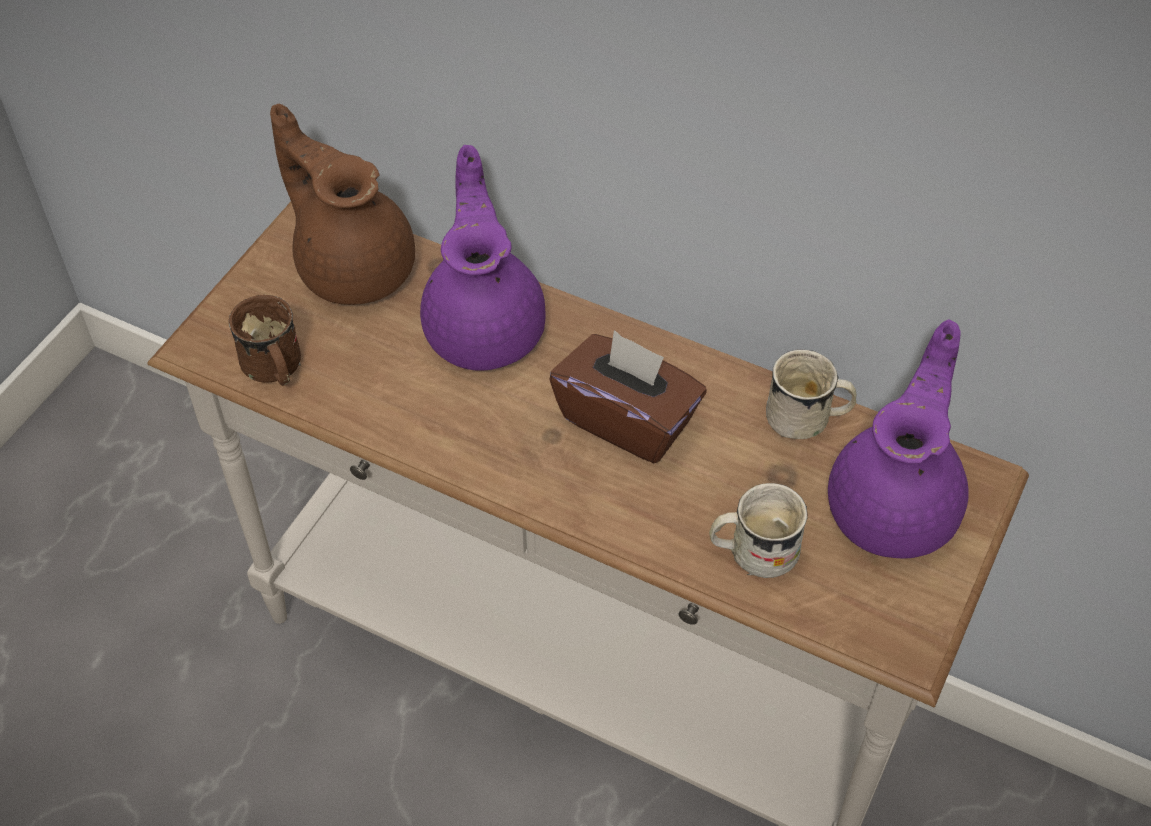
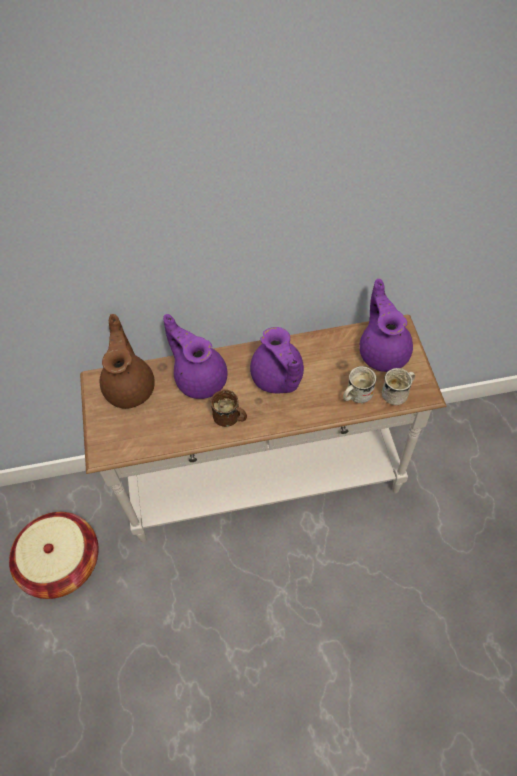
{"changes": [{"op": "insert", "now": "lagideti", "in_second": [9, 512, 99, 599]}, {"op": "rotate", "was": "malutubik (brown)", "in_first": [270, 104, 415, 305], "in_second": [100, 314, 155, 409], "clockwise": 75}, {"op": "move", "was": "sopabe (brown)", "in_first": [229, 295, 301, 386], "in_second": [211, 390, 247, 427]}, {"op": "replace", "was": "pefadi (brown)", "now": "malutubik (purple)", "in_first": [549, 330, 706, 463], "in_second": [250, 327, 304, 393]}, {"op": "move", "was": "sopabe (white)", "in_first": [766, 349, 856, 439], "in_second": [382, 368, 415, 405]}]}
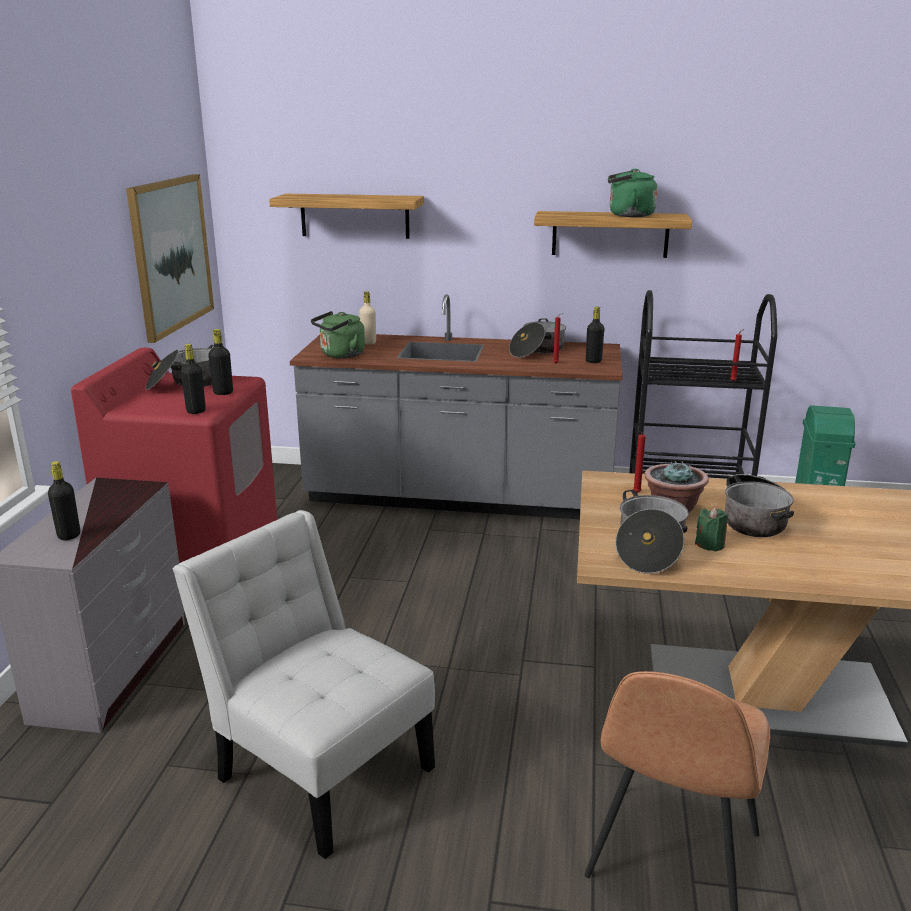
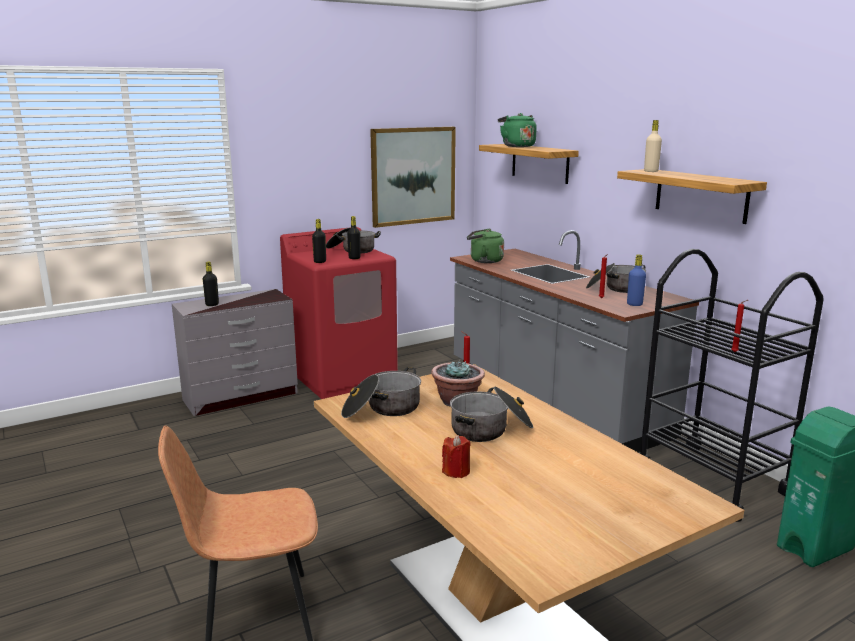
{"changes": [{"op": "insert", "now": "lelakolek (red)", "in_second": [442, 435, 470, 478]}, {"op": "move", "was": "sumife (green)", "in_first": [608, 169, 658, 217], "in_second": [498, 113, 537, 147]}, {"op": "recolor", "was": "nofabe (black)", "now": "nofabe (blue)", "in_first": [586, 307, 604, 363], "in_second": [627, 254, 646, 306]}, {"op": "move", "was": "nofabe (beige)", "in_first": [359, 291, 376, 344], "in_second": [644, 120, 662, 172]}, {"op": "delete", "was": "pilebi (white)", "in_first": [173, 510, 435, 859]}, {"op": "delete", "was": "lelakolek (green)", "in_first": [695, 507, 728, 552]}]}
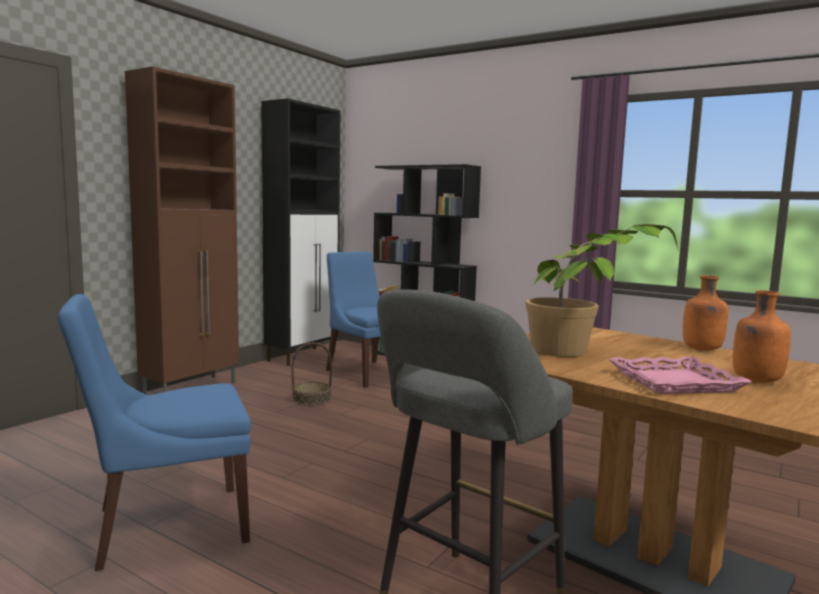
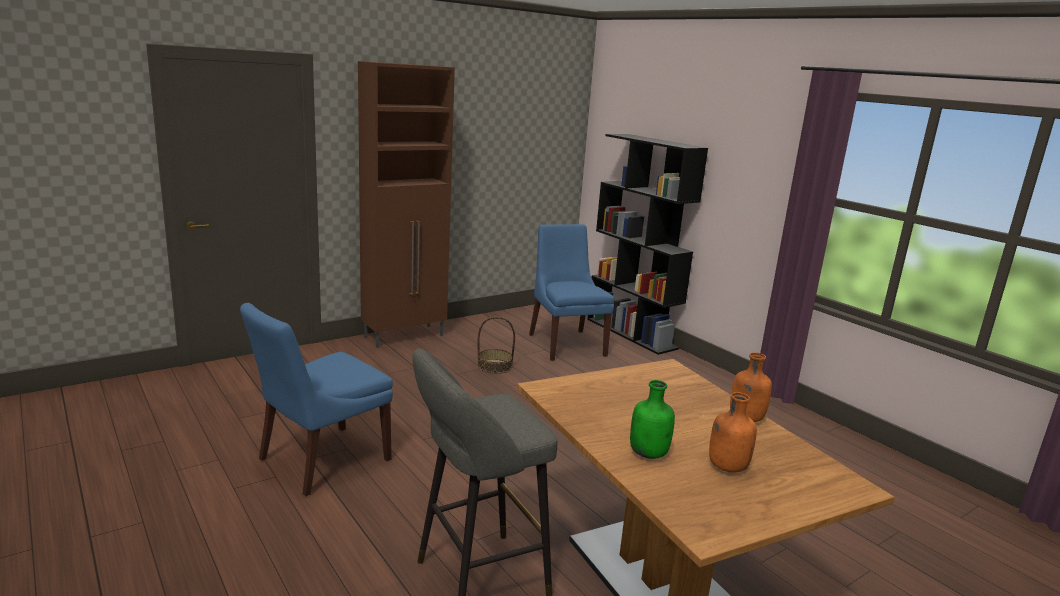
{"changes": [{"op": "rotate", "was": "pilebi (blue)", "in_first": [58, 294, 251, 571], "in_second": [240, 303, 393, 496], "clockwise": -45}, {"op": "replace", "was": "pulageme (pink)", "now": "nofabe (green)", "in_first": [609, 357, 752, 394], "in_second": [630, 380, 675, 459]}, {"op": "delete", "was": "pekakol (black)", "in_first": [261, 98, 340, 366]}, {"op": "delete", "was": "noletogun", "in_first": [526, 224, 679, 357]}]}
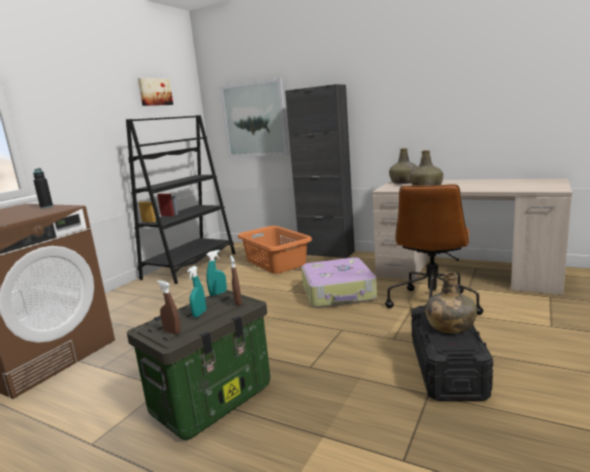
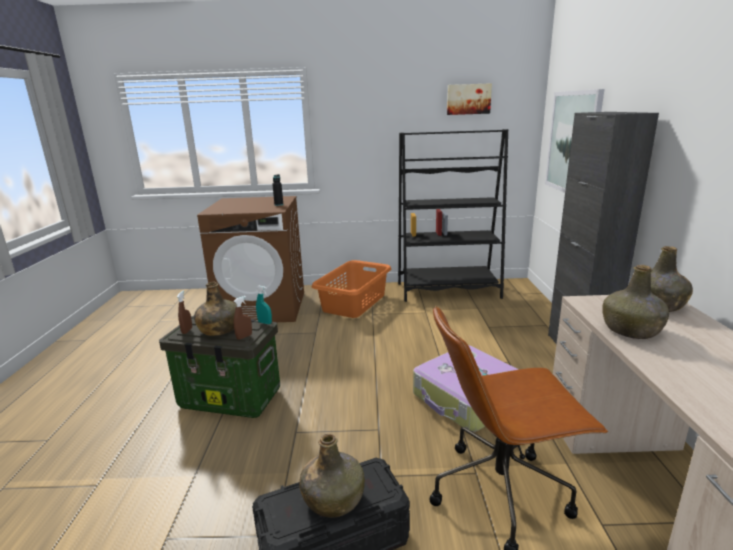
{"changes": [{"op": "replace", "was": "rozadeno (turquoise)", "now": "nofabe (green)", "in_first": [187, 266, 206, 317], "in_second": [194, 282, 237, 336]}, {"op": "move", "was": "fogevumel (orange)", "in_first": [237, 226, 312, 274], "in_second": [312, 260, 391, 318]}]}
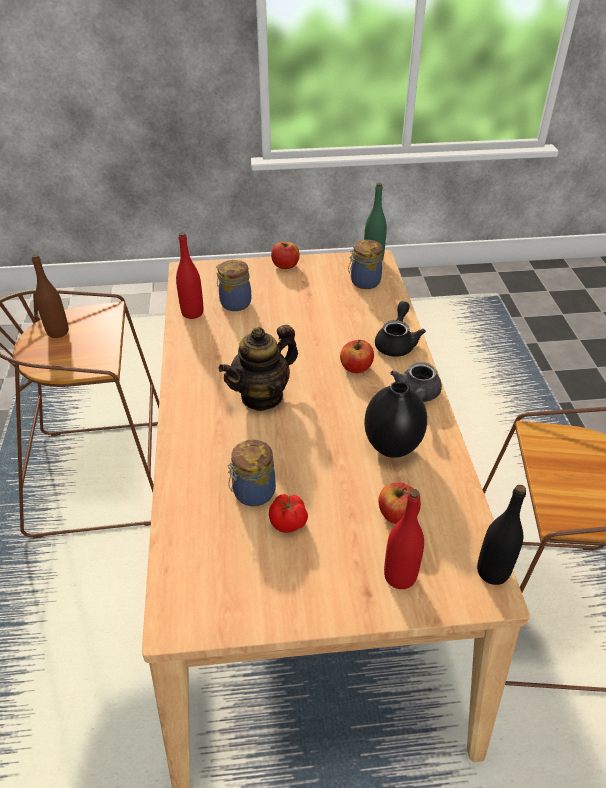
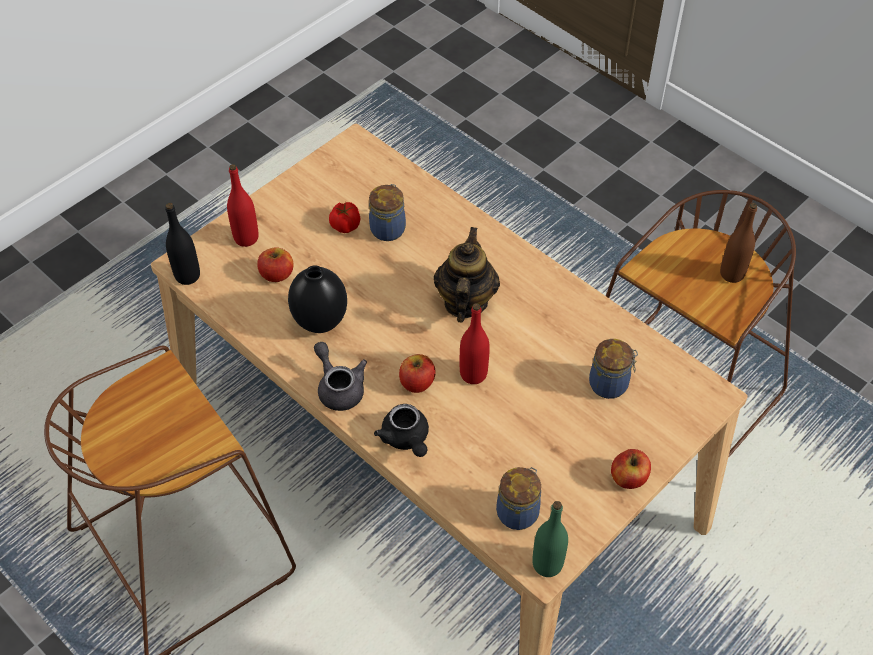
{"changes": [{"op": "move", "was": "nofabe (red)", "in_first": [176, 232, 203, 319], "in_second": [460, 303, 490, 384]}]}
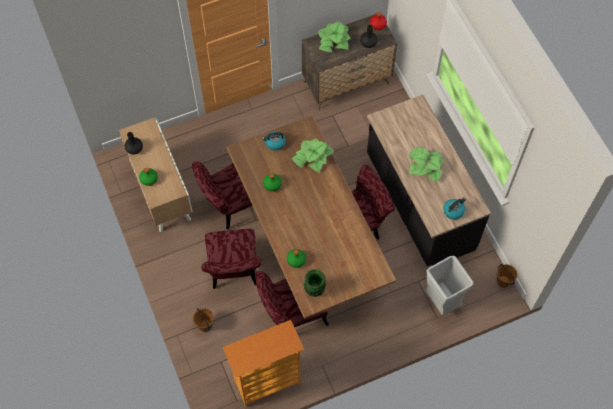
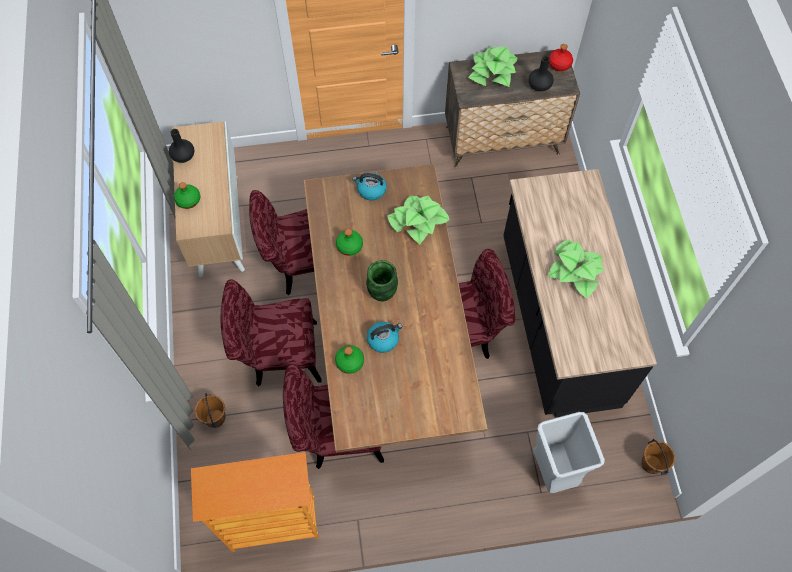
{"changes": [{"op": "rotate", "was": "pilebi (red)", "in_first": [201, 229, 262, 289], "in_second": [221, 279, 322, 386], "clockwise": 75}, {"op": "move", "was": "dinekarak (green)", "in_first": [304, 269, 326, 297], "in_second": [366, 260, 398, 302]}, {"op": "move", "was": "sumife", "in_first": [443, 197, 466, 219], "in_second": [367, 322, 402, 353]}]}
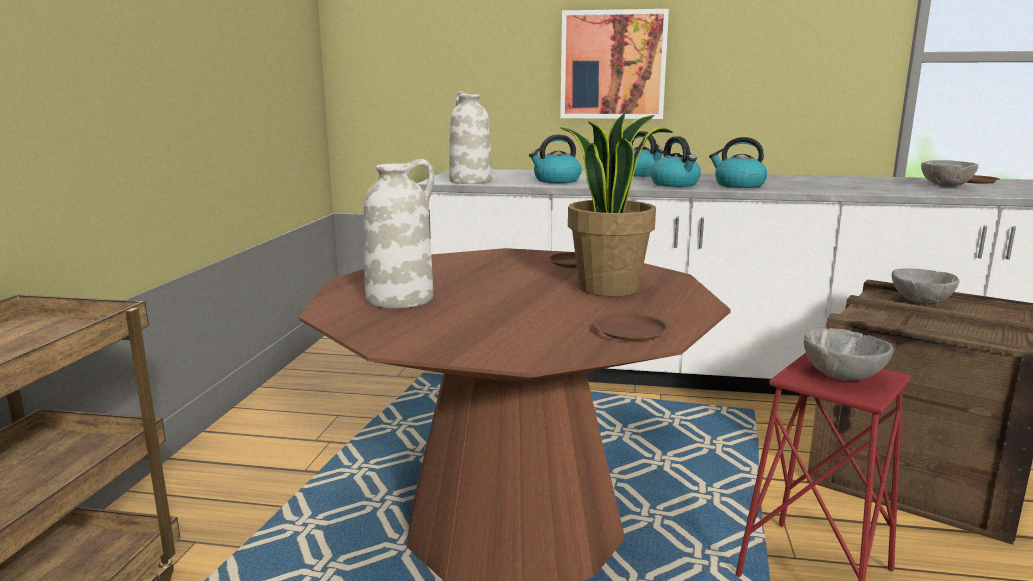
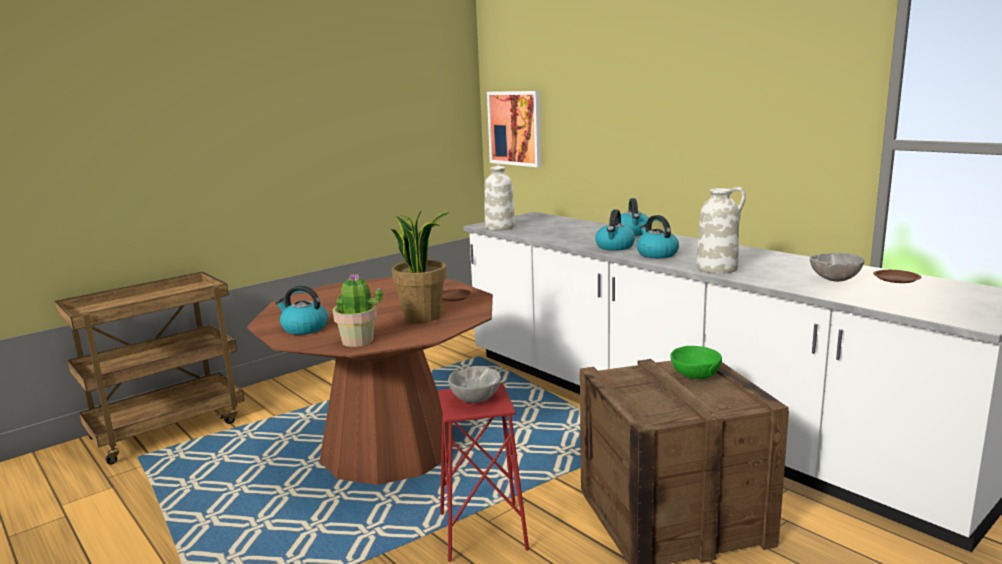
{"changes": [{"op": "move", "was": "sumife", "in_first": [529, 134, 582, 183], "in_second": [275, 286, 328, 335]}, {"op": "replace", "was": "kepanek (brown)", "now": "noletogun", "in_first": [594, 314, 670, 341], "in_second": [333, 274, 383, 347]}, {"op": "move", "was": "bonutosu", "in_first": [560, 9, 669, 119], "in_second": [487, 91, 541, 167]}, {"op": "recolor", "was": "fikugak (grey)", "now": "fikugak (green)", "in_first": [892, 268, 960, 304], "in_second": [670, 346, 722, 379]}, {"op": "move", "was": "dinekarak (white)", "in_first": [364, 159, 435, 308], "in_second": [696, 187, 746, 274]}]}
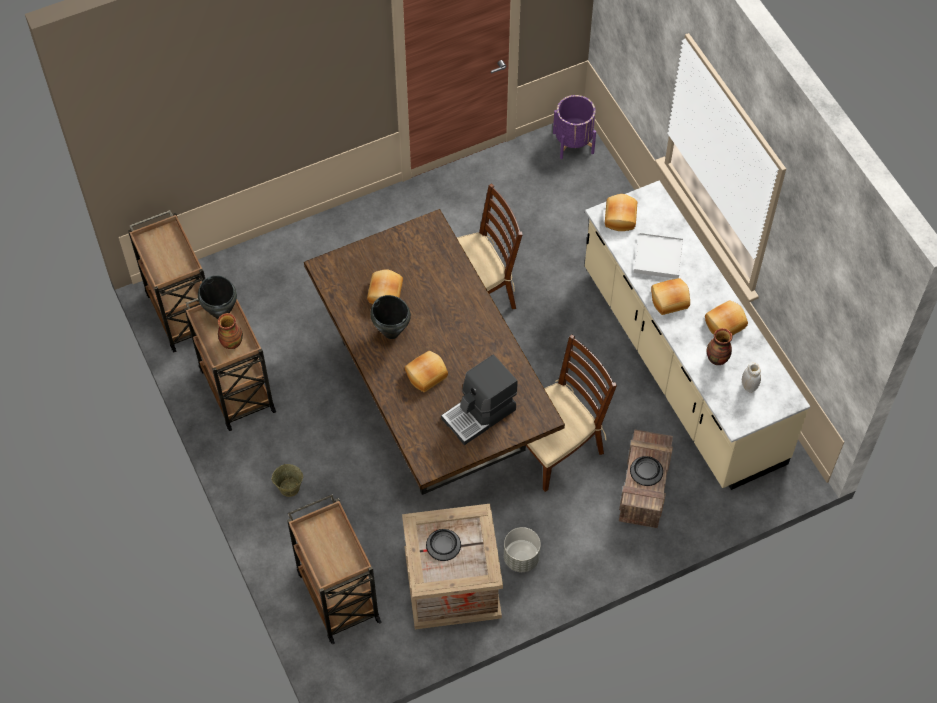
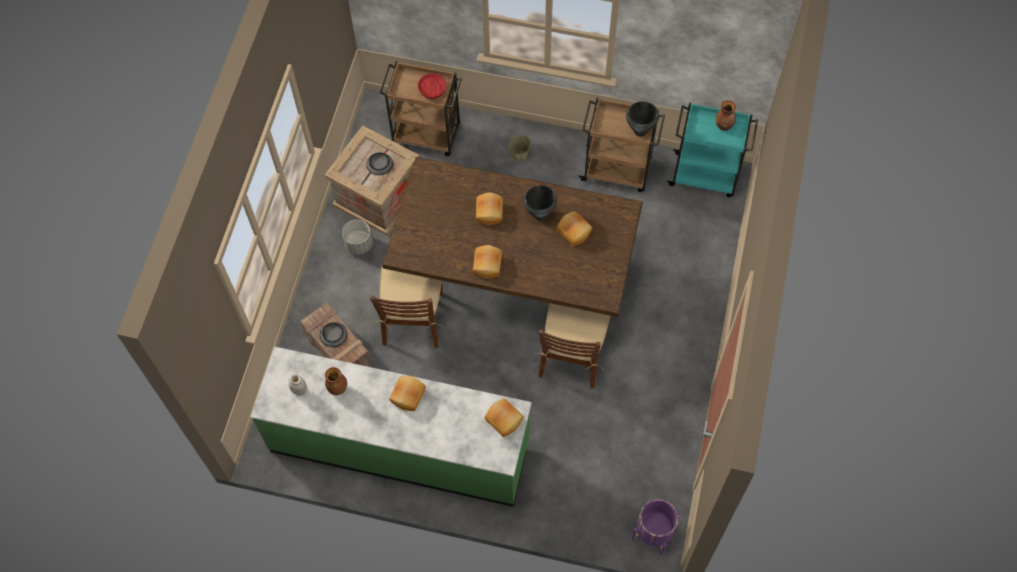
{"changes": [{"op": "recolor", "was": "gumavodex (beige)", "now": "gumavodex (green)", "in_first": [585, 181, 810, 490], "in_second": [251, 347, 532, 507]}, {"op": "insert", "now": "fikugak (red)", "in_second": [418, 73, 446, 99]}, {"op": "move", "was": "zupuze", "in_first": [705, 301, 748, 336], "in_second": [473, 245, 502, 278]}, {"op": "recolor", "was": "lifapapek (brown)", "now": "lifapapek (turquoise)", "in_first": [128, 210, 205, 352], "in_second": [667, 103, 758, 197]}, {"op": "move", "was": "dinekarak", "in_first": [218, 313, 243, 349], "in_second": [716, 100, 736, 131]}, {"op": "delete", "was": "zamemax", "in_first": [441, 354, 518, 445]}, {"op": "delete", "was": "pulageme (white)", "in_first": [634, 233, 684, 279]}]}
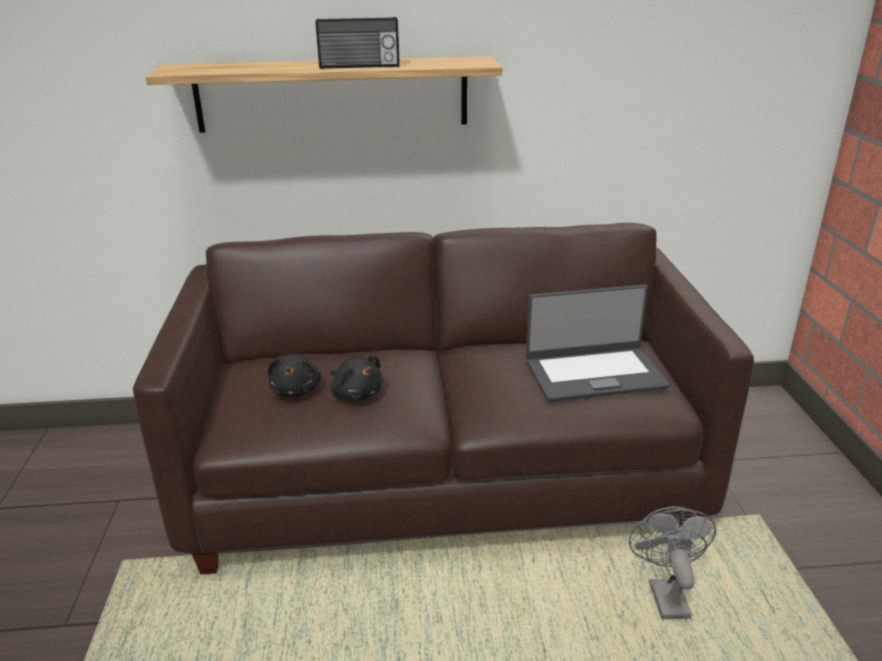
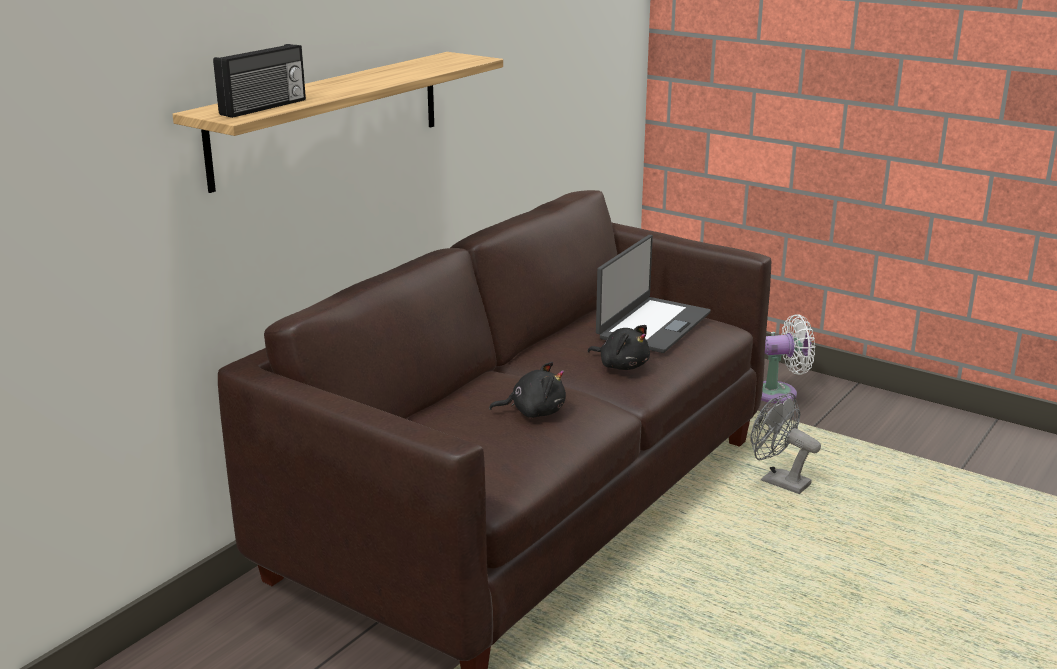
{"changes": [{"op": "move", "was": "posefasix", "in_first": [316, 17, 400, 69], "in_second": [213, 44, 306, 118]}, {"op": "move", "was": "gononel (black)", "in_first": [268, 354, 321, 397], "in_second": [588, 325, 650, 370]}, {"op": "insert", "now": "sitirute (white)", "in_second": [761, 314, 815, 403]}]}
